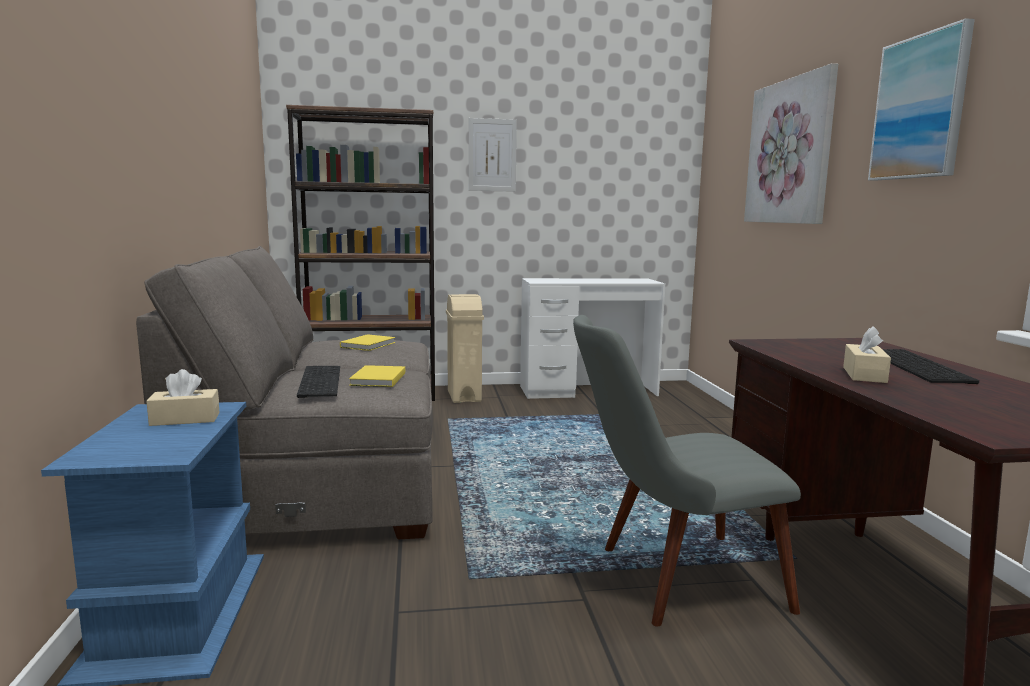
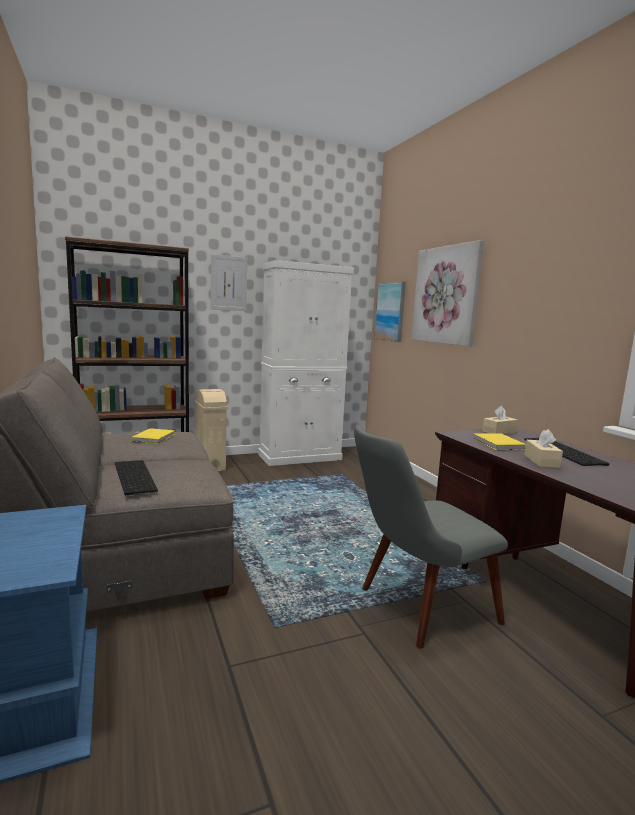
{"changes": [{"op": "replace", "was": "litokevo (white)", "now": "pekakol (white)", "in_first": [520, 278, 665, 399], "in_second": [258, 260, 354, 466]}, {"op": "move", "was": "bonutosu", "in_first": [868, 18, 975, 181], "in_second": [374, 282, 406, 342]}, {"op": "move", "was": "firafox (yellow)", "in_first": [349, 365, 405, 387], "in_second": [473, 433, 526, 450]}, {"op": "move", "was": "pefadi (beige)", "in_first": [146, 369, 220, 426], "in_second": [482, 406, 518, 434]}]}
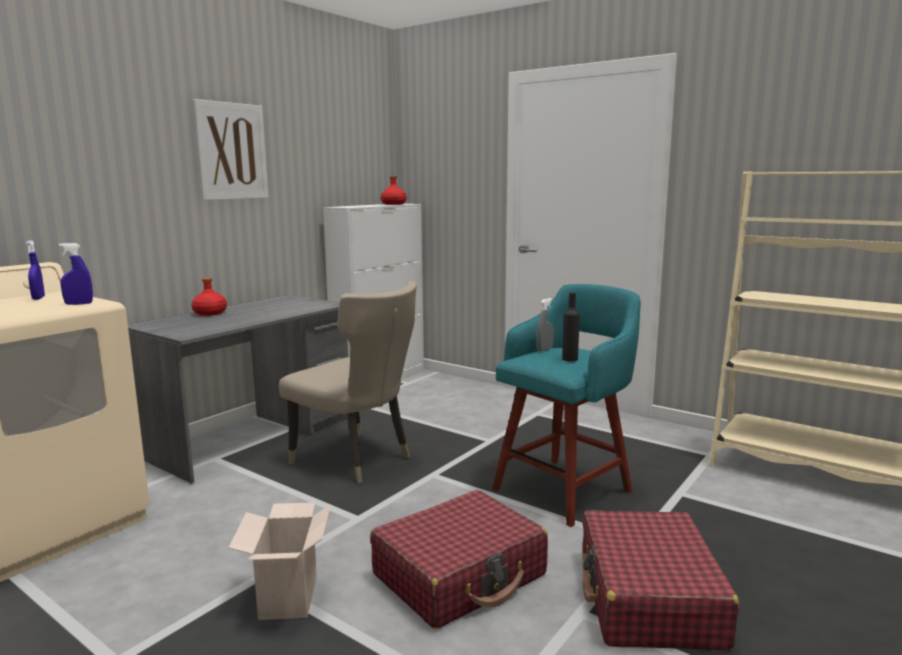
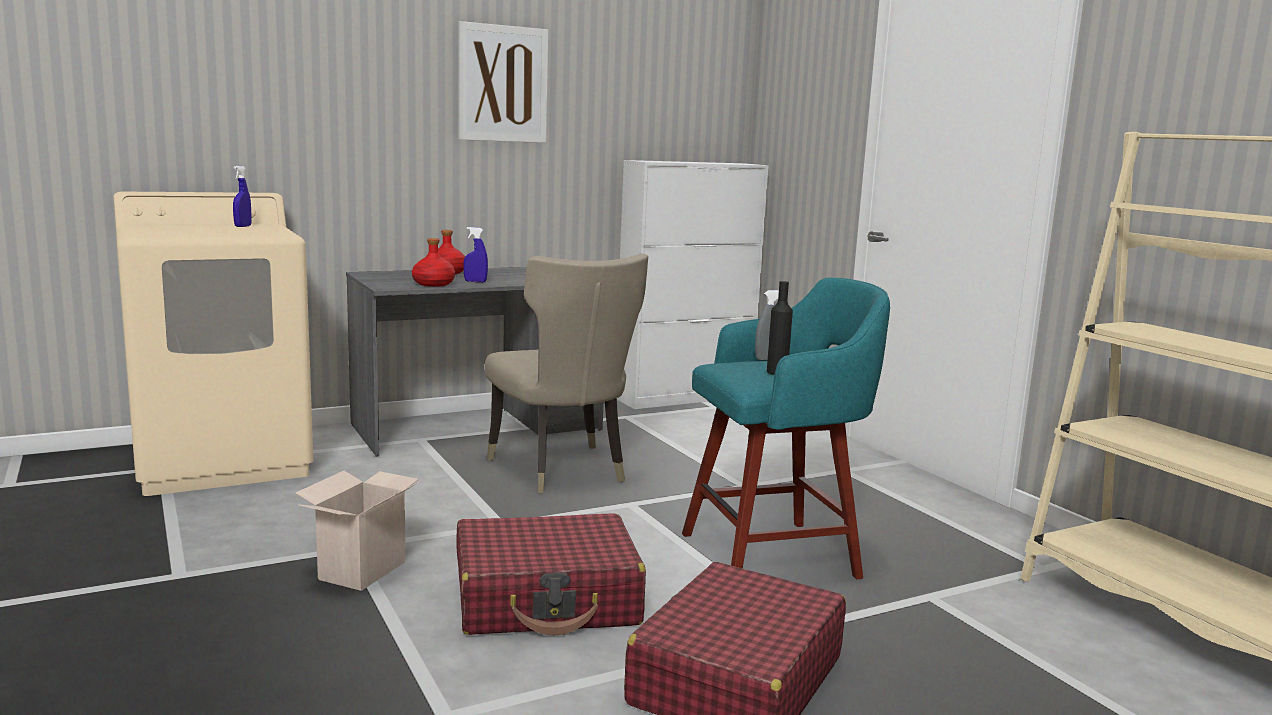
{"changes": [{"op": "move", "was": "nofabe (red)", "in_first": [381, 176, 407, 205], "in_second": [412, 238, 455, 287]}, {"op": "move", "was": "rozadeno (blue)", "in_first": [59, 243, 93, 305], "in_second": [463, 227, 488, 282]}]}
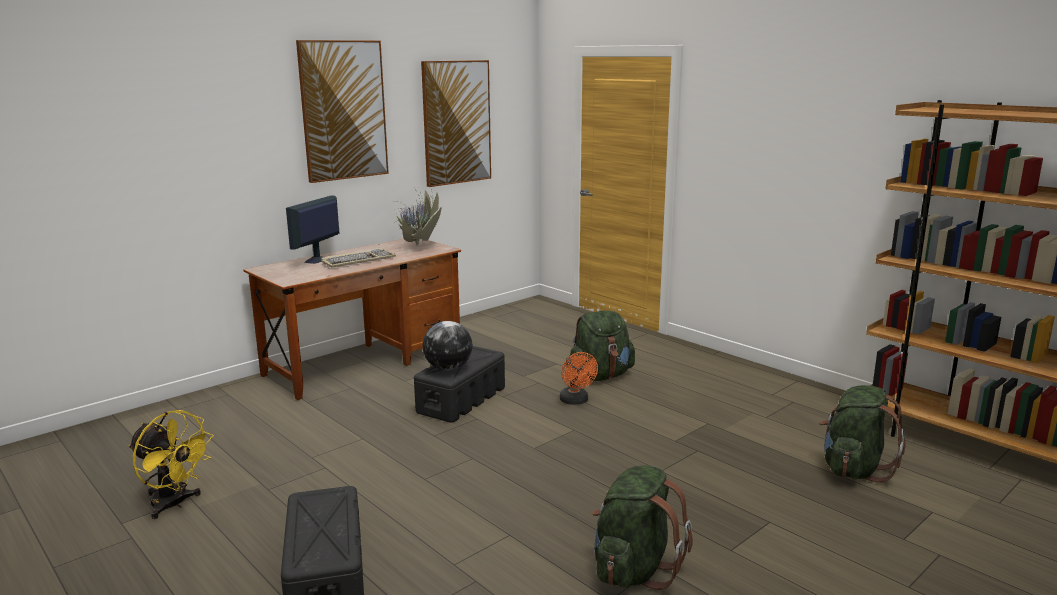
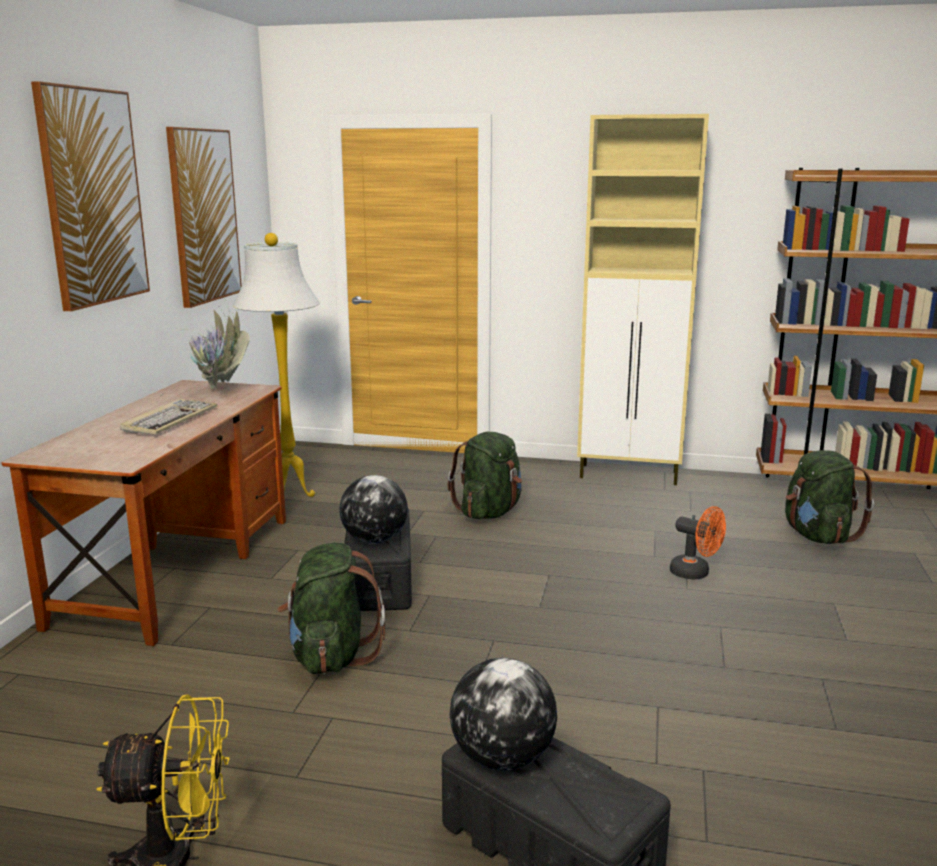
{"changes": [{"op": "insert", "now": "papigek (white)", "in_second": [233, 233, 320, 497]}, {"op": "move", "was": "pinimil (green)", "in_first": [592, 465, 693, 590], "in_second": [277, 543, 385, 674]}, {"op": "insert", "now": "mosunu", "in_second": [450, 658, 557, 771]}, {"op": "insert", "now": "pekakol (beige)", "in_second": [577, 114, 709, 485]}, {"op": "move", "was": "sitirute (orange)", "in_first": [560, 352, 598, 405], "in_second": [670, 506, 726, 580]}, {"op": "delete", "was": "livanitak", "in_first": [286, 195, 339, 264]}]}
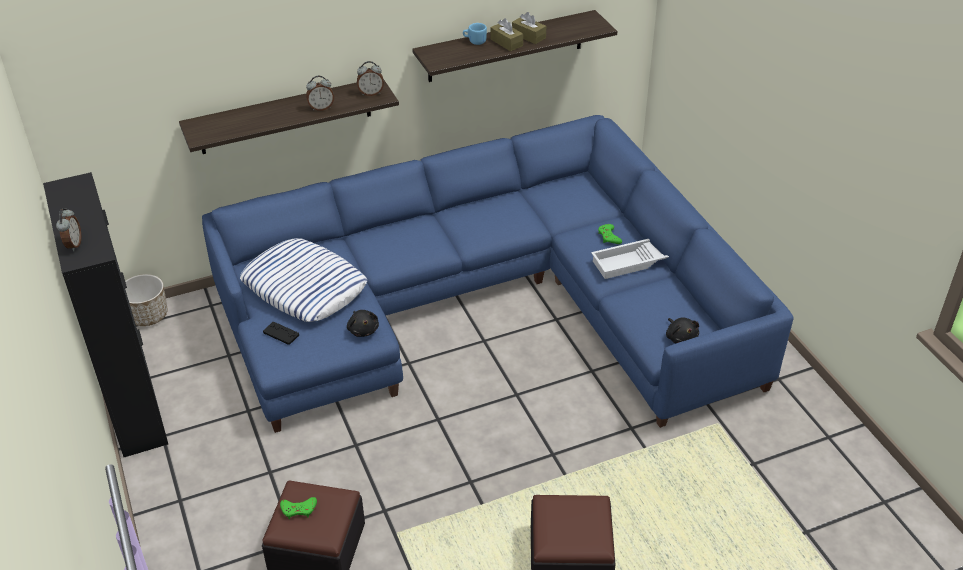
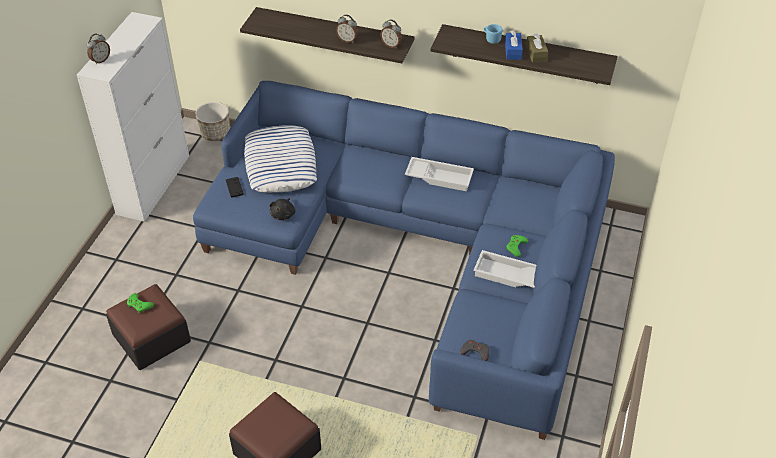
{"changes": [{"op": "recolor", "was": "pekakol (black)", "now": "pekakol (white)", "in_first": [43, 172, 168, 457], "in_second": [77, 12, 189, 222]}, {"op": "insert", "now": "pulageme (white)", "in_second": [405, 157, 474, 191]}, {"op": "replace", "was": "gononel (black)", "now": "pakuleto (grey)", "in_first": [666, 317, 699, 344], "in_second": [460, 340, 489, 361]}, {"op": "recolor", "was": "pefadi (brown)", "now": "pefadi (blue)", "in_first": [490, 18, 523, 51], "in_second": [505, 31, 523, 60]}]}
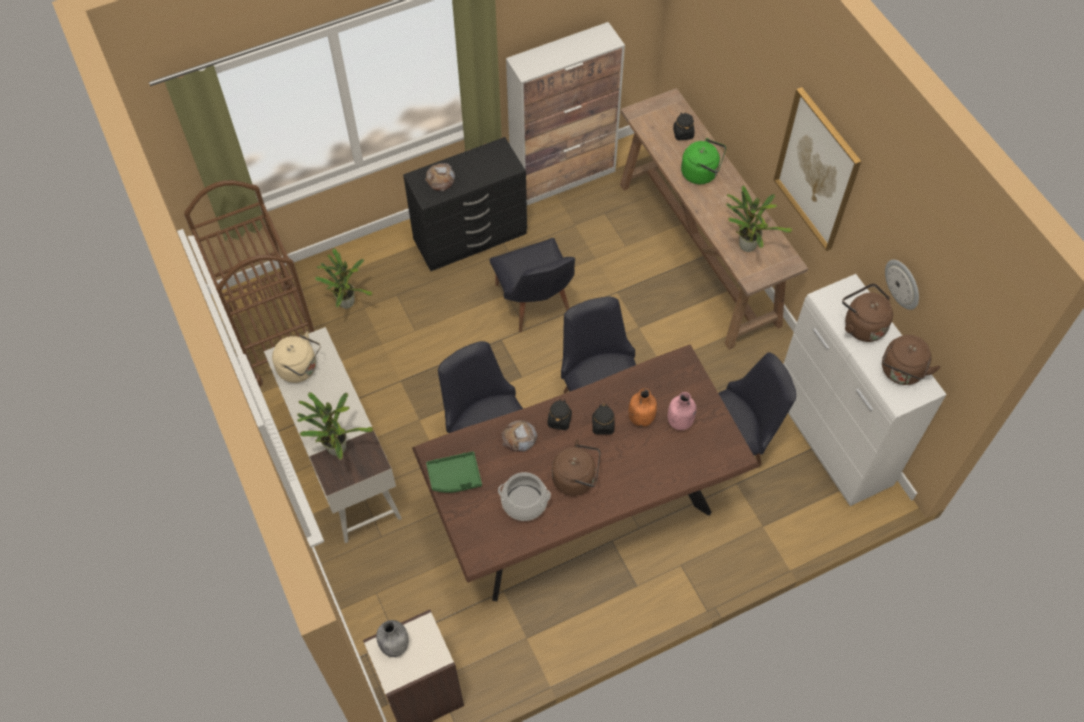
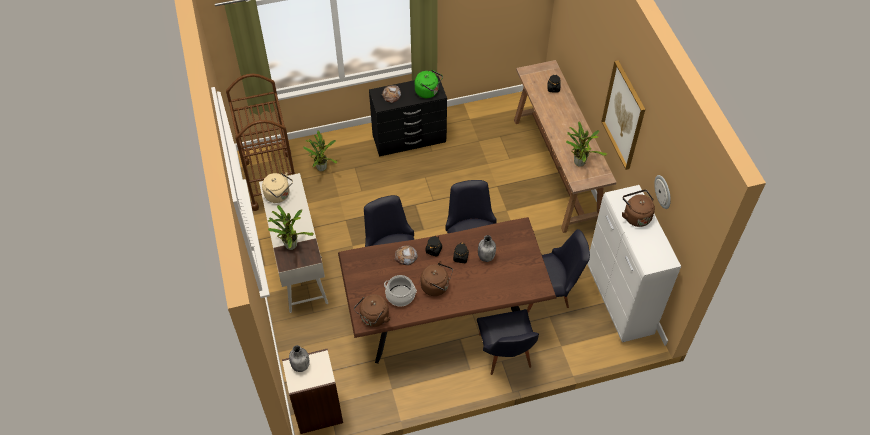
{"changes": [{"op": "move", "was": "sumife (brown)", "in_first": [882, 335, 941, 385], "in_second": [354, 294, 391, 327]}, {"op": "move", "was": "sumife (green)", "in_first": [681, 138, 726, 184], "in_second": [415, 70, 443, 98]}, {"op": "move", "was": "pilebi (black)", "in_first": [490, 238, 575, 332], "in_second": [477, 309, 539, 375]}, {"op": "recolor", "was": "nofabe (orange)", "now": "nofabe (grey)", "in_first": [629, 388, 657, 427], "in_second": [478, 235, 496, 262]}, {"op": "delete", "was": "pulageme (green)", "in_first": [426, 451, 482, 493]}, {"op": "delete", "was": "pekakol", "in_first": [506, 22, 625, 205]}, {"op": "delete", "was": "nofabe (pink)", "in_first": [668, 392, 696, 430]}]}
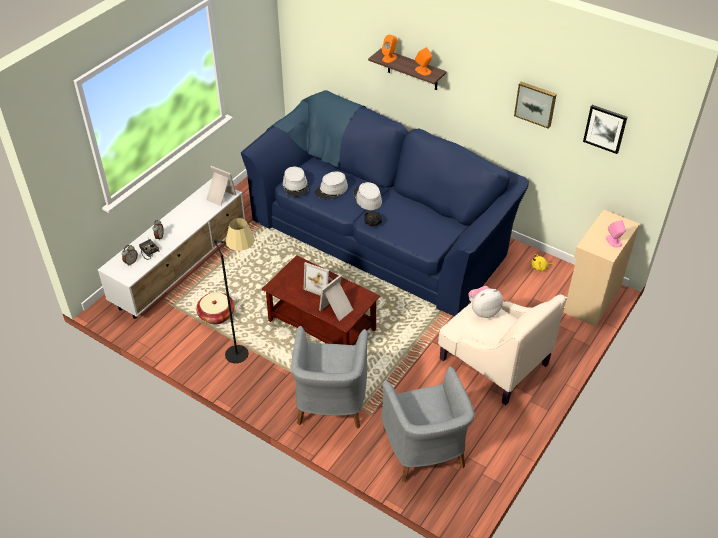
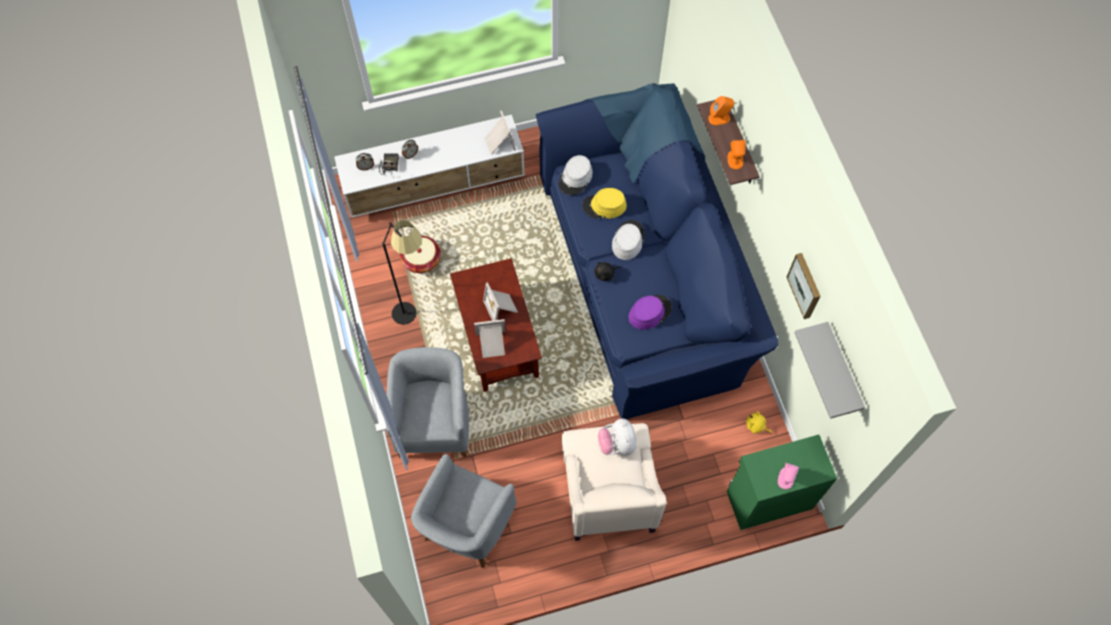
{"changes": [{"op": "rotate", "was": "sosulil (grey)", "in_first": [291, 326, 368, 429], "in_second": [386, 347, 469, 458], "clockwise": 135}, {"op": "recolor", "was": "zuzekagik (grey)", "now": "zuzekagik (yellow)", "in_first": [315, 171, 348, 200], "in_second": [582, 188, 627, 219]}, {"op": "rotate", "was": "gononel", "in_first": [469, 286, 503, 318], "in_second": [598, 418, 637, 455], "clockwise": -120}, {"op": "insert", "now": "zuzekagik (purple)", "in_second": [629, 295, 672, 330]}, {"op": "recolor", "was": "pekakol (beige)", "now": "pekakol (green)", "in_first": [564, 210, 640, 327], "in_second": [727, 435, 837, 530]}, {"op": "replace", "was": "bonutosu", "now": "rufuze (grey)", "in_first": [583, 105, 627, 154], "in_second": [794, 322, 865, 419]}]}
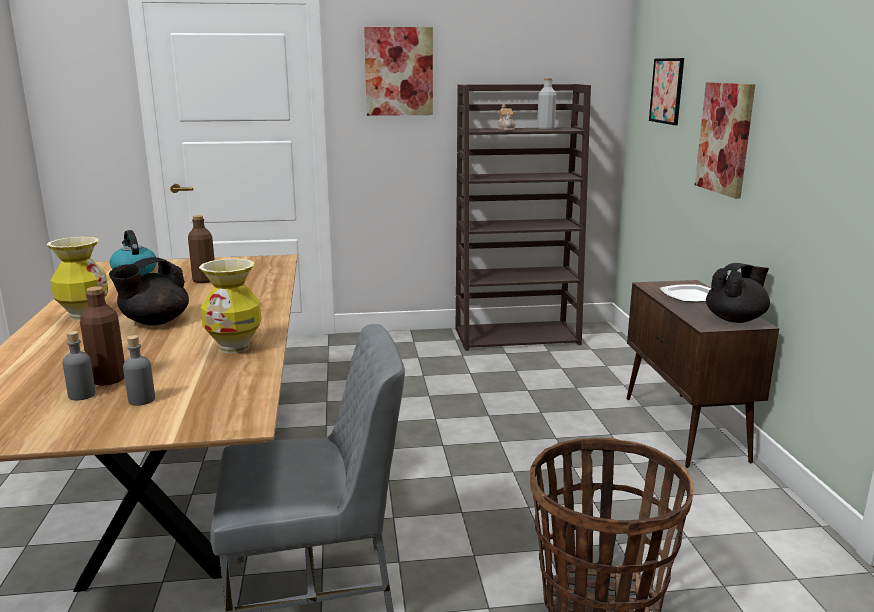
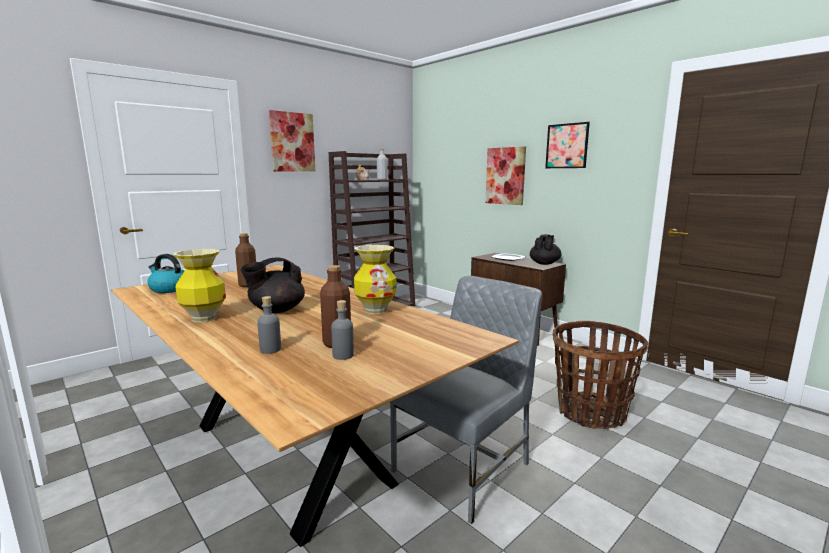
{"changes": [{"op": "rotate", "was": "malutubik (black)", "in_first": [109, 257, 189, 325], "in_second": [241, 257, 305, 313], "clockwise": 45}, {"op": "move", "was": "nofabe (grey)", "in_first": [123, 335, 155, 406], "in_second": [257, 296, 281, 354]}, {"op": "move", "was": "bonutosu", "in_first": [649, 58, 684, 125], "in_second": [545, 122, 590, 168]}]}
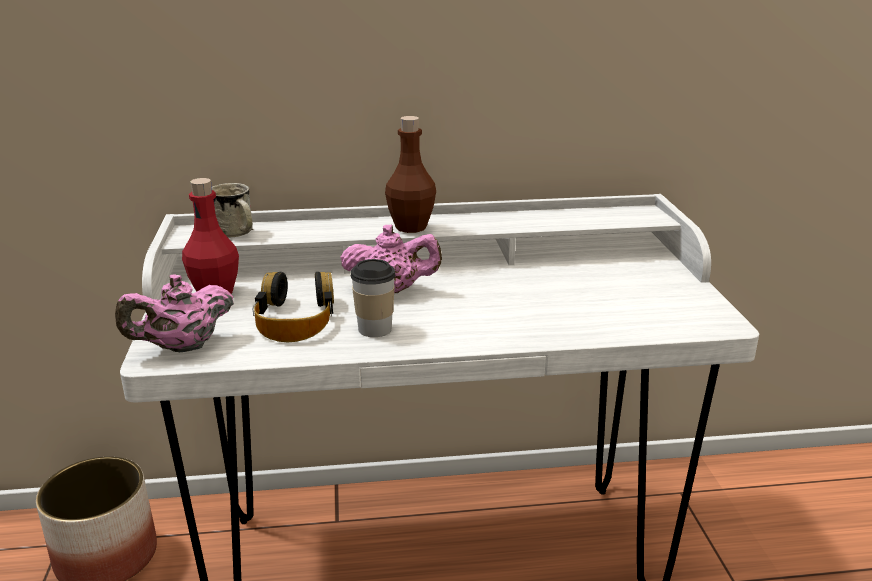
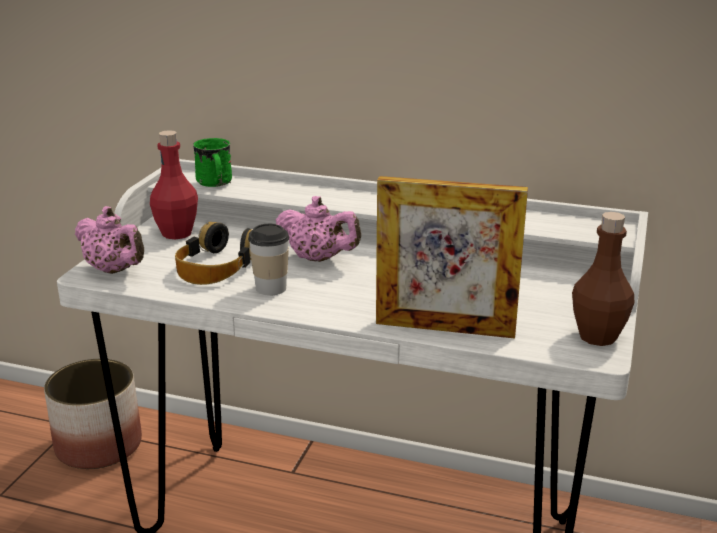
{"changes": [{"op": "rotate", "was": "malutubik (pink)", "in_first": [115, 274, 234, 352], "in_second": [75, 206, 144, 274], "clockwise": -135}, {"op": "recolor", "was": "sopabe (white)", "now": "sopabe (green)", "in_first": [211, 183, 253, 237], "in_second": [193, 138, 232, 187]}, {"op": "insert", "now": "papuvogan", "in_second": [376, 176, 528, 339]}, {"op": "move", "was": "nofabe (brown)", "in_first": [385, 116, 436, 233], "in_second": [572, 212, 635, 346]}]}
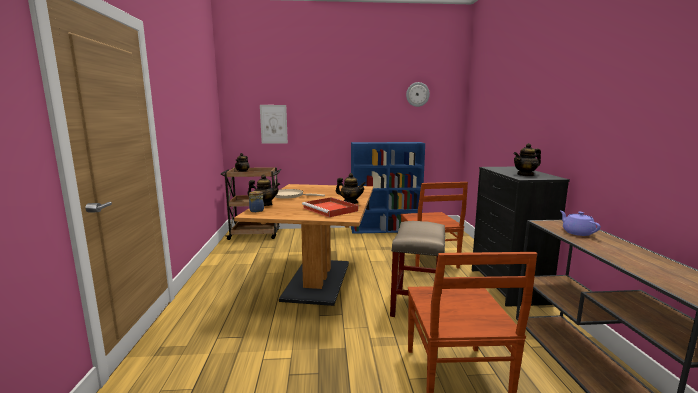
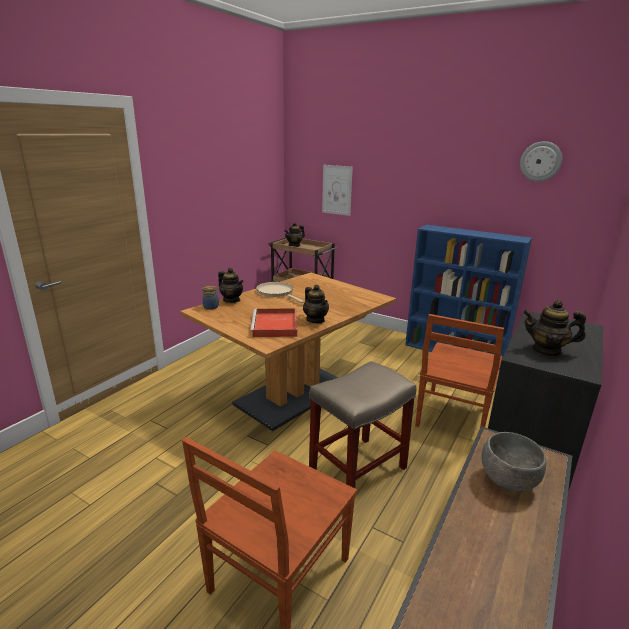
{"changes": [{"op": "replace", "was": "malutubik (purple)", "now": "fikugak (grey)", "in_first": [560, 211, 601, 236], "in_second": [482, 432, 547, 492]}]}
